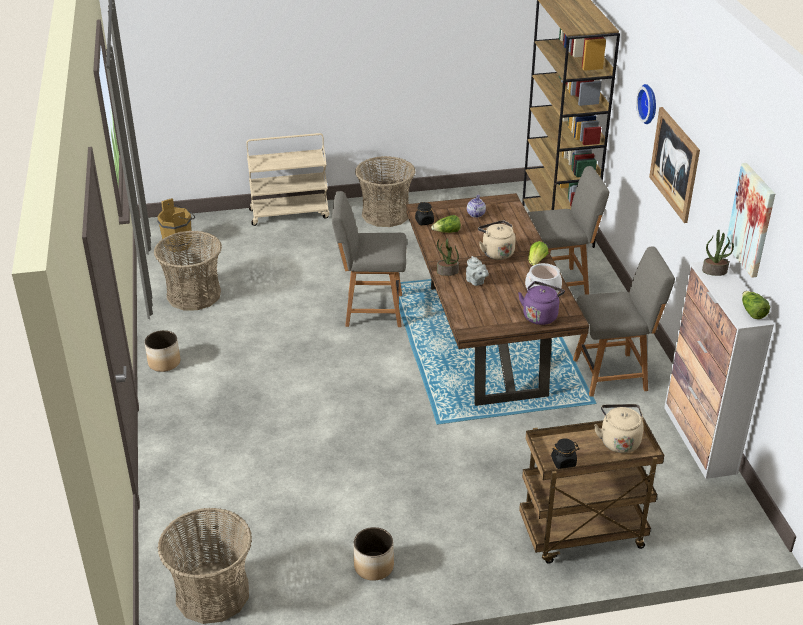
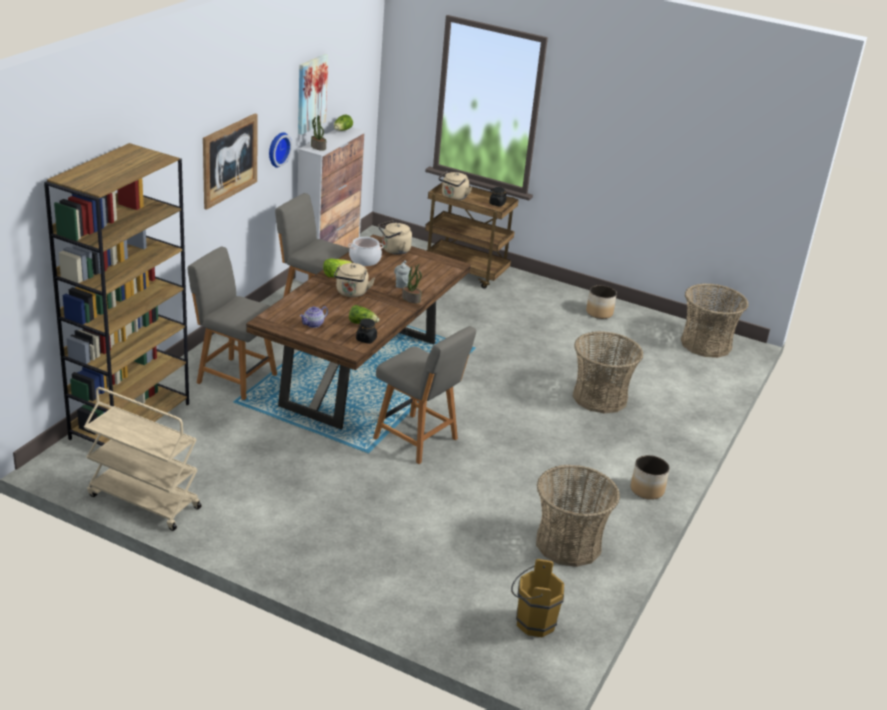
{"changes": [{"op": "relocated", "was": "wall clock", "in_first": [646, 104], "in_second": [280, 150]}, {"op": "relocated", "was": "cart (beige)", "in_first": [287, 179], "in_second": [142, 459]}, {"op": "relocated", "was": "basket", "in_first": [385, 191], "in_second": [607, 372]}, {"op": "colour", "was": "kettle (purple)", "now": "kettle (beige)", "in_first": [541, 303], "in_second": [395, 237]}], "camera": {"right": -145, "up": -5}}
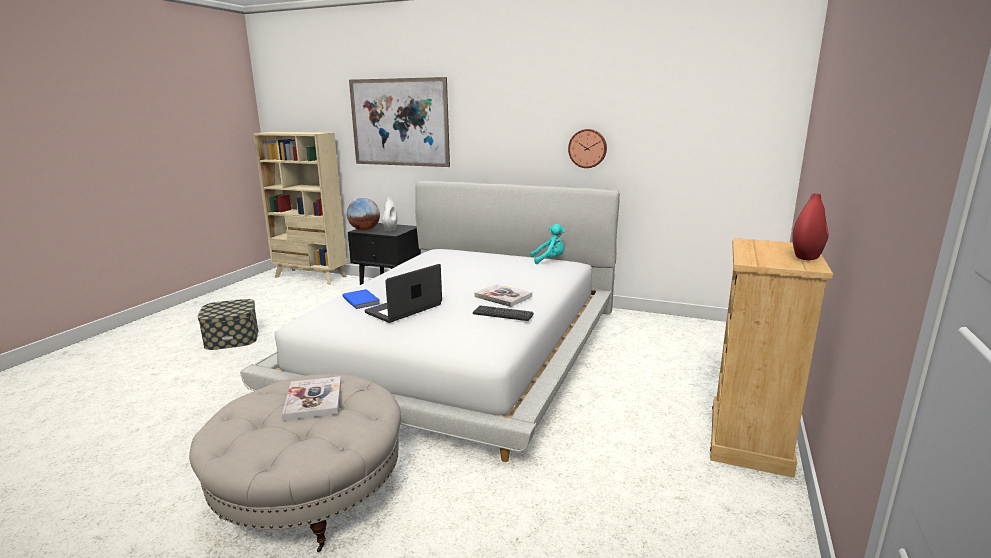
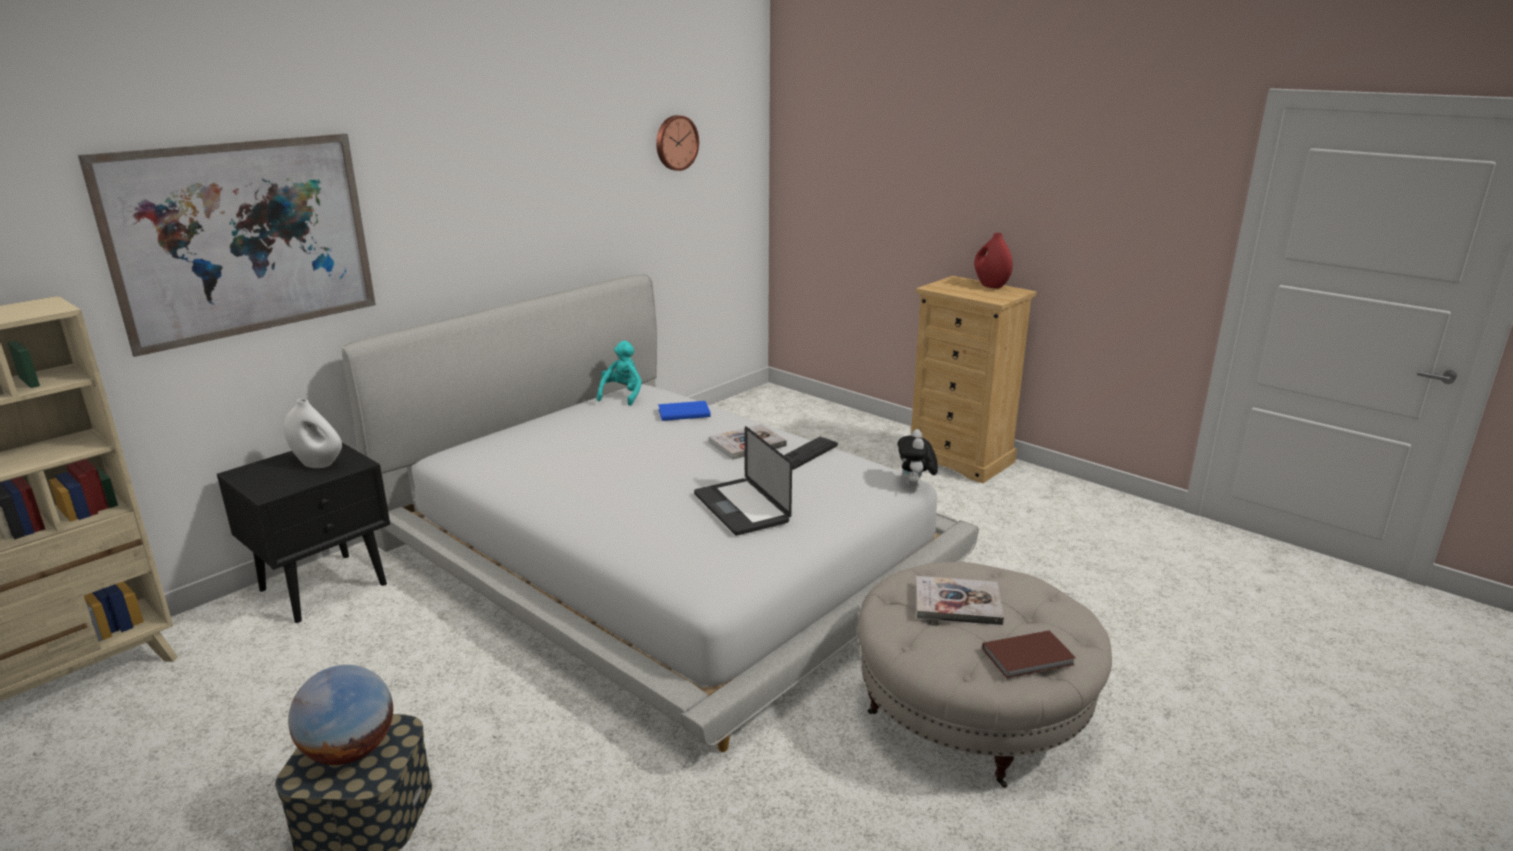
{"changes": [{"op": "relocated", "was": "wall clock", "in_first": [587, 148], "in_second": [677, 143]}, {"op": "relocated", "was": "globe", "in_first": [363, 214], "in_second": [340, 715]}, {"op": "relocated", "was": "book (blue)", "in_first": [361, 299], "in_second": [684, 411]}, {"op": "appeared", "now": "plush toy", "in_second": [918, 458]}, {"op": "appeared", "now": "book (brown)", "in_second": [1029, 654]}], "camera": {"right": -70, "up": 5}}
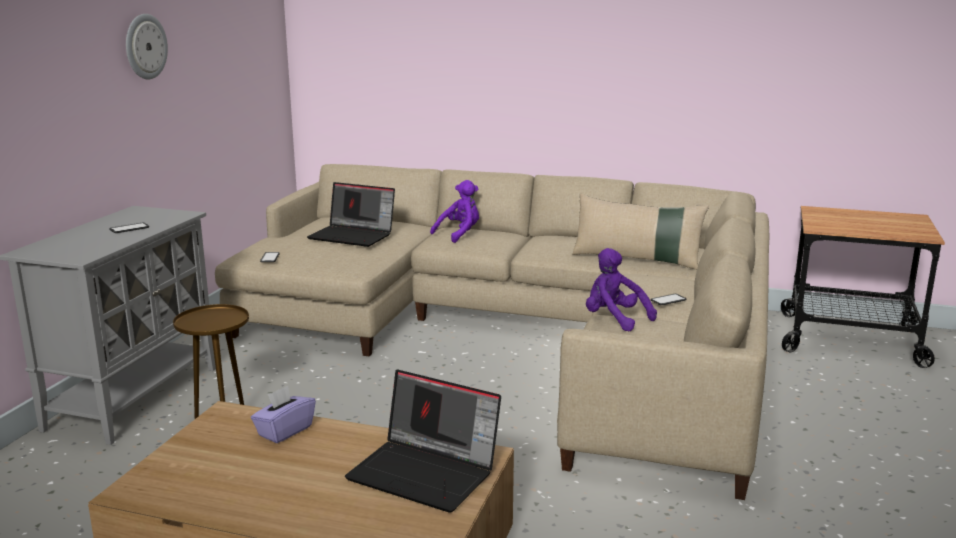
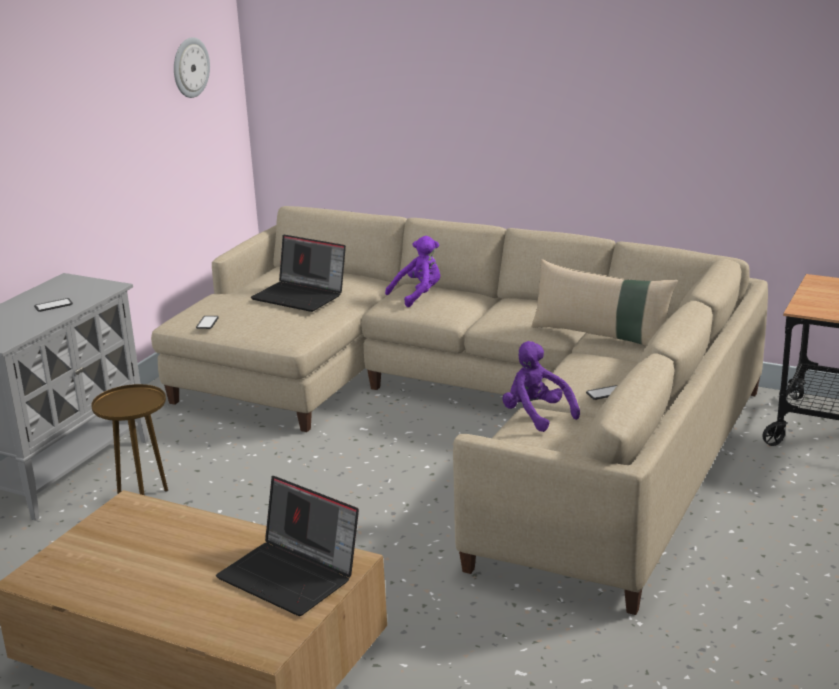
{"changes": [{"op": "relocated", "was": "wall clock", "in_first": [147, 47], "in_second": [192, 67]}, {"op": "missing", "was": "tissue box (purple)", "in_first": [283, 414]}], "camera": {"right": 10, "up": 5}}
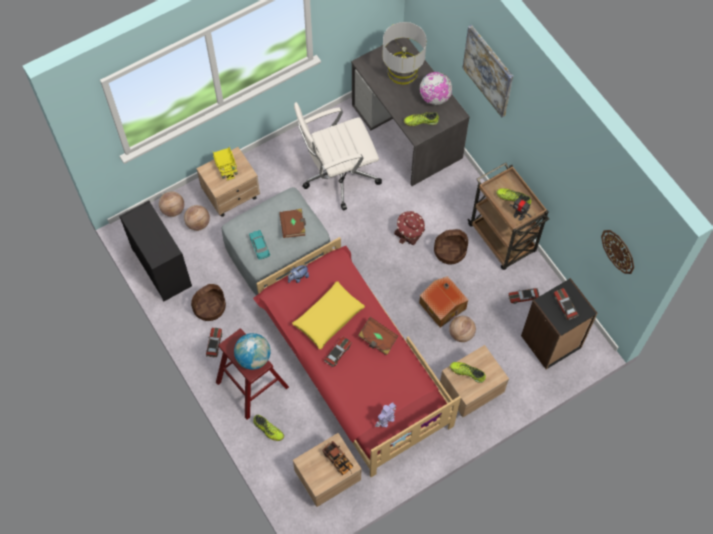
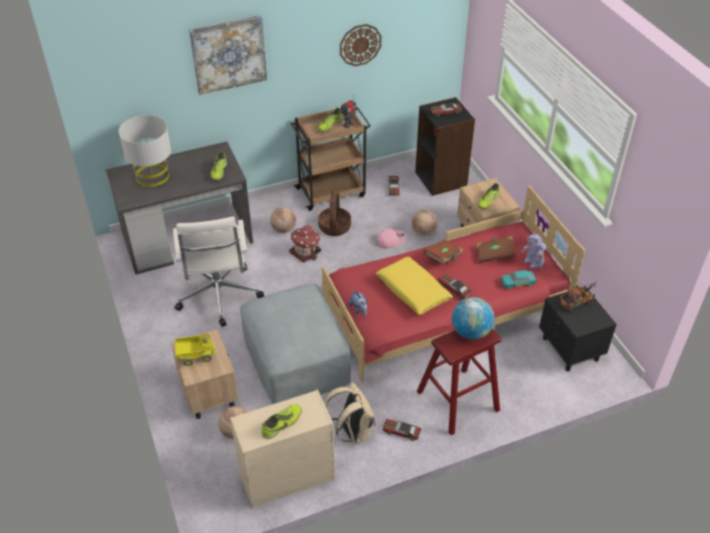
{"changes": [{"op": "missing", "was": "globe", "in_first": [436, 88]}, {"op": "relocated", "was": "basketball", "in_first": [171, 204], "in_second": [283, 220]}, {"op": "colour", "was": "dresser (black)", "now": "dresser (beige)", "in_first": [155, 251], "in_second": [282, 449]}, {"op": "relocated", "was": "book (brown)", "in_first": [292, 223], "in_second": [495, 249]}, {"op": "relocated", "was": "toy car (turquoise)", "in_first": [259, 245], "in_second": [519, 279]}, {"op": "relocated", "was": "wall clock", "in_first": [617, 252], "in_second": [361, 45]}, {"op": "exchanged", "was": "toy house", "now": "cap (pink)", "in_first": [444, 302], "in_second": [391, 239]}, {"op": "exchanged", "was": "basket", "now": "backpack (beige)", "in_first": [208, 302], "in_second": [350, 413]}, {"op": "relocated", "was": "shoe", "in_first": [268, 428], "in_second": [281, 421]}, {"op": "colour", "was": "nightstand (beige)", "now": "nightstand (black)", "in_first": [327, 470], "in_second": [578, 329]}], "camera": {"right": -80, "up": -20}}
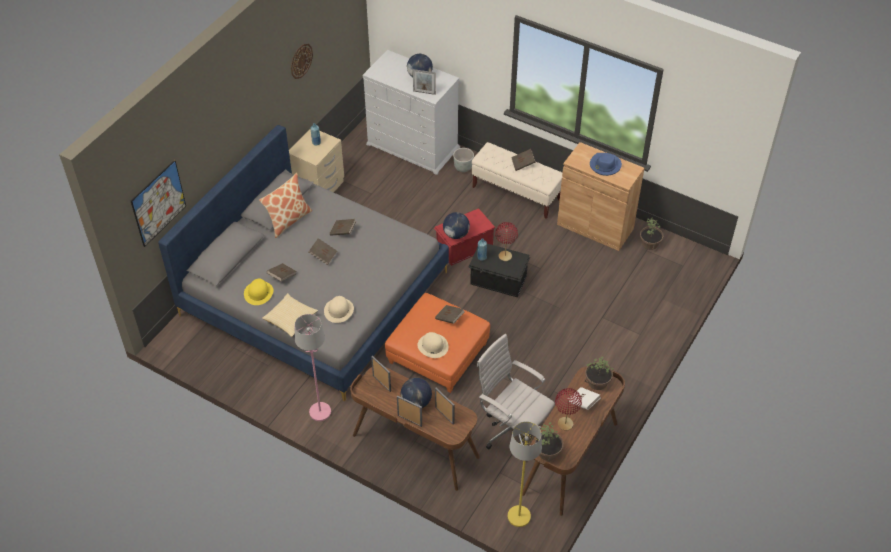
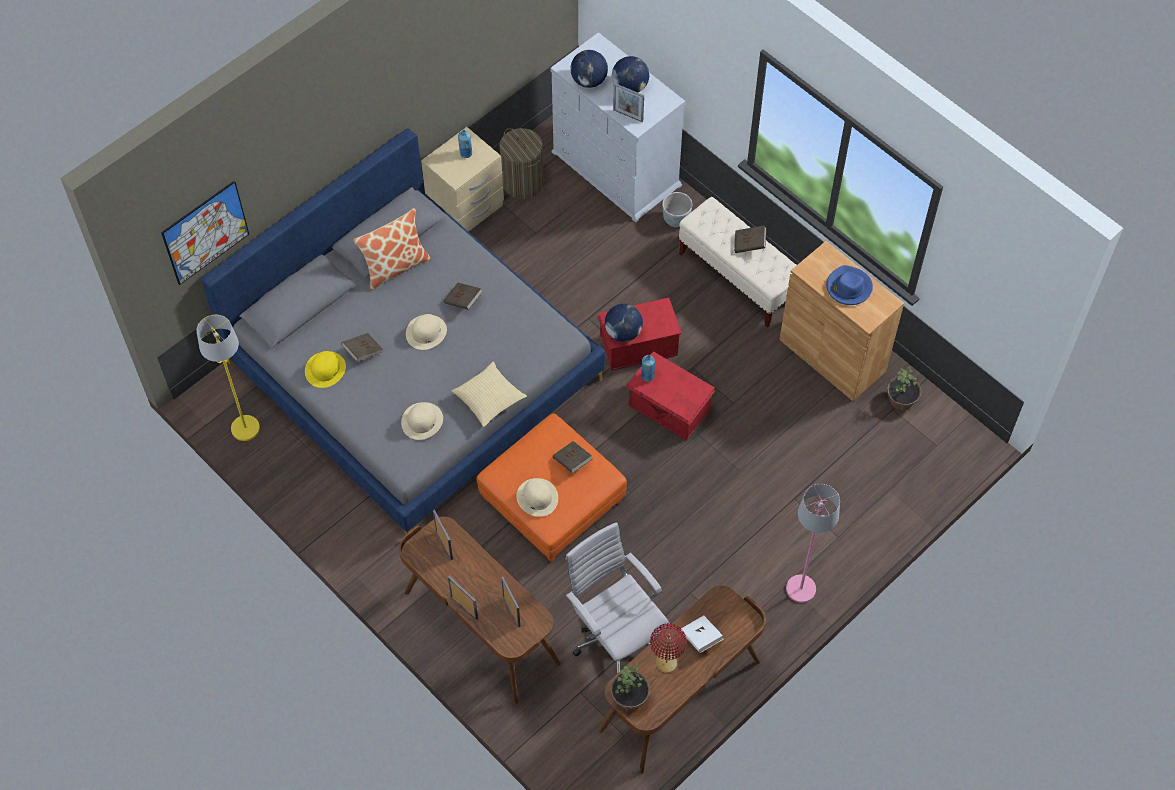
{"changes": [{"op": "missing", "was": "wall clock", "in_first": [302, 61]}, {"op": "missing", "was": "table lamp (red)", "in_first": [506, 241]}, {"op": "exchanged", "was": "book (brown)", "now": "hat (beige)", "in_first": [323, 251], "in_second": [426, 332]}, {"op": "colour", "was": "storage box (black)", "now": "storage box (red)", "in_first": [499, 271], "in_second": [670, 396]}, {"op": "relocated", "was": "pillow", "in_first": [290, 315], "in_second": [489, 394]}, {"op": "relocated", "was": "floor lamp (pink)", "in_first": [313, 367], "in_second": [813, 543]}, {"op": "missing", "was": "potted plant", "in_first": [599, 373]}, {"op": "relocated", "was": "globe", "in_first": [416, 393], "in_second": [589, 69]}, {"op": "relocated", "was": "floor lamp (yellow)", "in_first": [525, 474], "in_second": [228, 378]}, {"op": "appeared", "now": "laundry basket", "in_second": [521, 163]}], "camera": {"right": 15, "up": 10}}
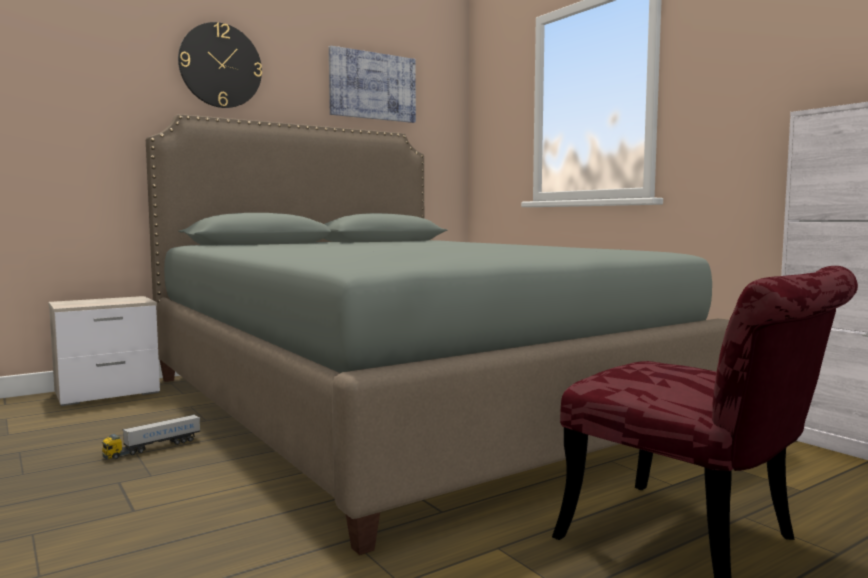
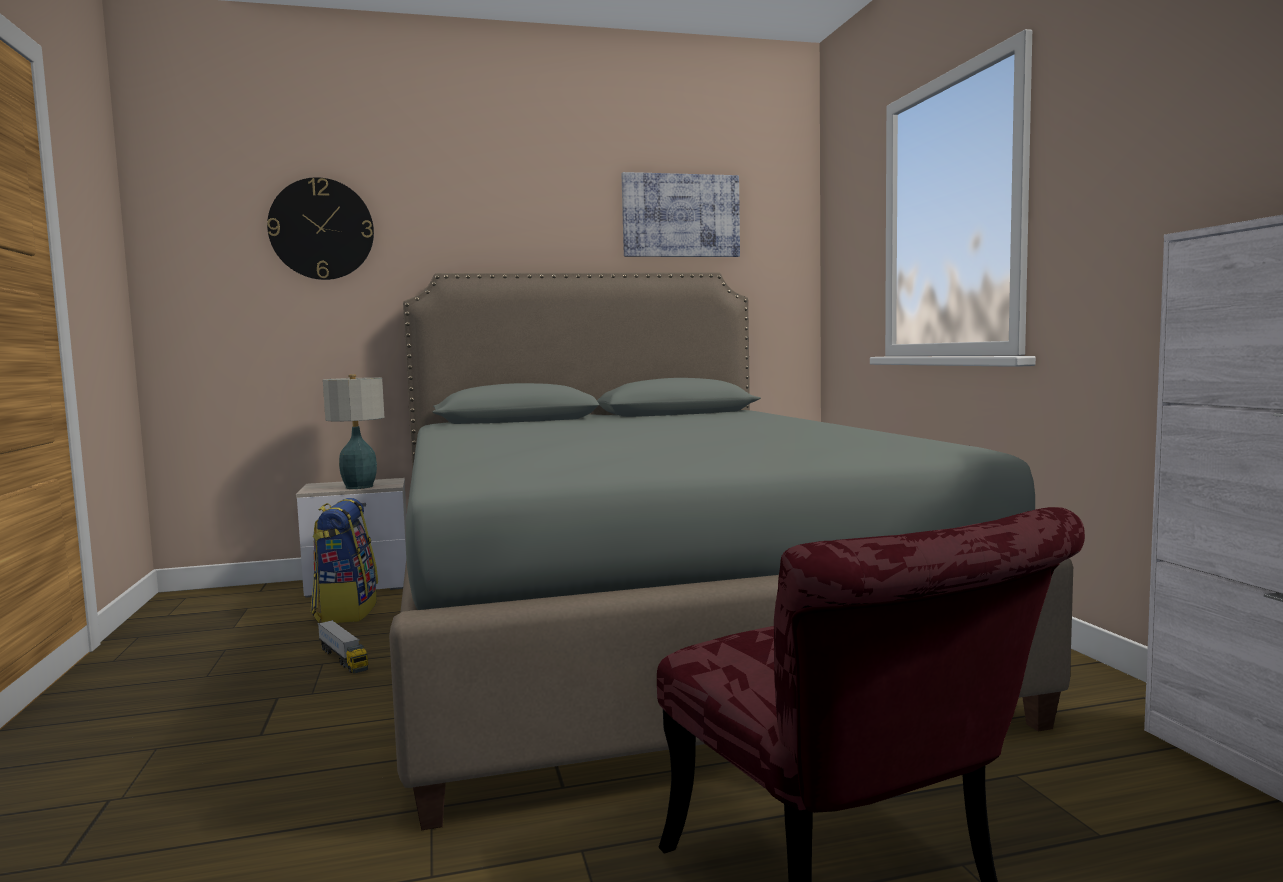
{"changes": [{"op": "relocated", "was": "wall clock", "in_first": [220, 65], "in_second": [320, 228]}, {"op": "spun", "was": "toy truck", "in_first": [151, 436], "in_second": [343, 646], "clockwise": -105}, {"op": "appeared", "now": "table lamp", "in_second": [353, 431]}, {"op": "appeared", "now": "backpack", "in_second": [344, 560]}], "camera": {"right": 20, "up": 0}}
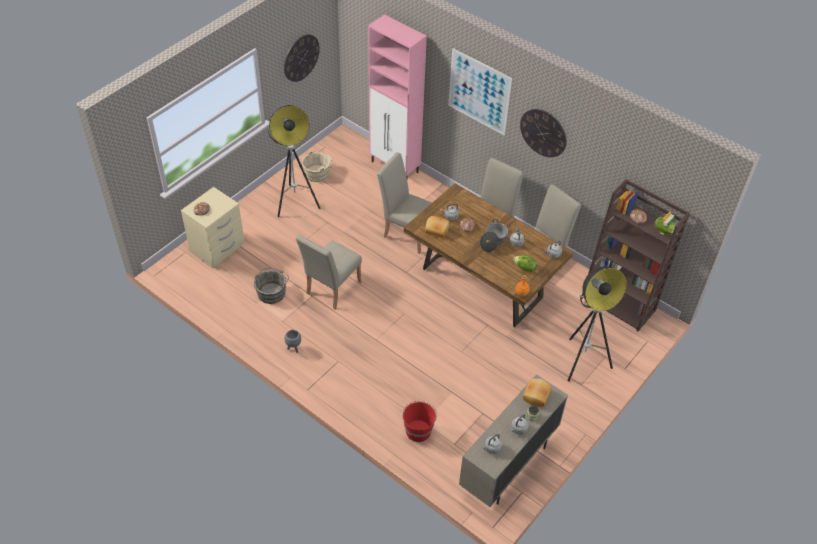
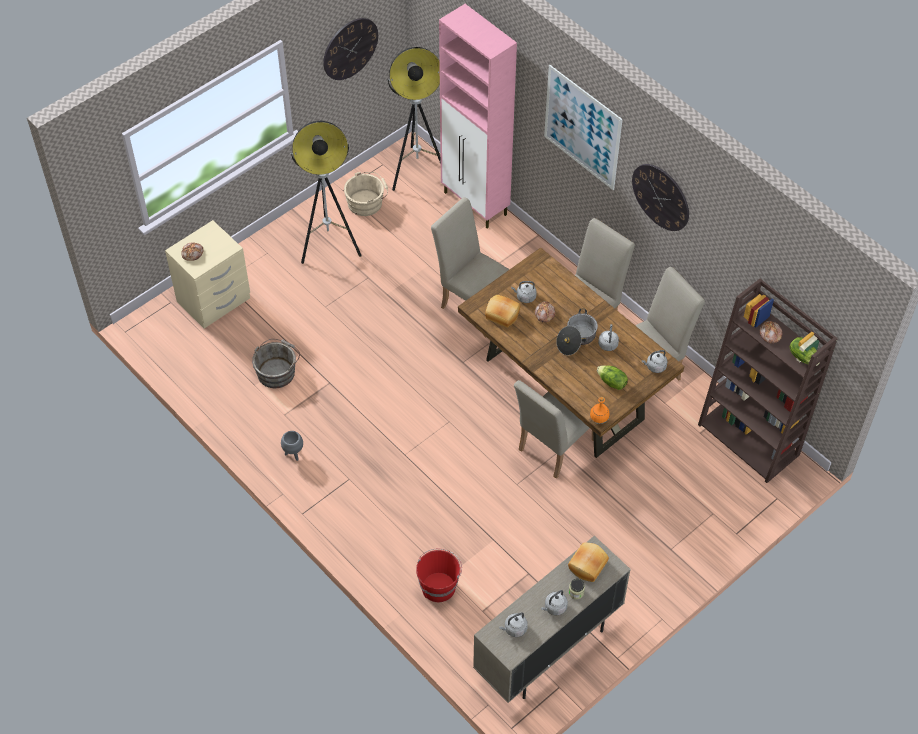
{"changes": [{"op": "relocated", "was": "chair (beige)", "in_first": [328, 272], "in_second": [554, 429]}, {"op": "relocated", "was": "floor lamp", "in_first": [597, 323], "in_second": [414, 119]}], "camera": {"right": 10, "up": 5}}
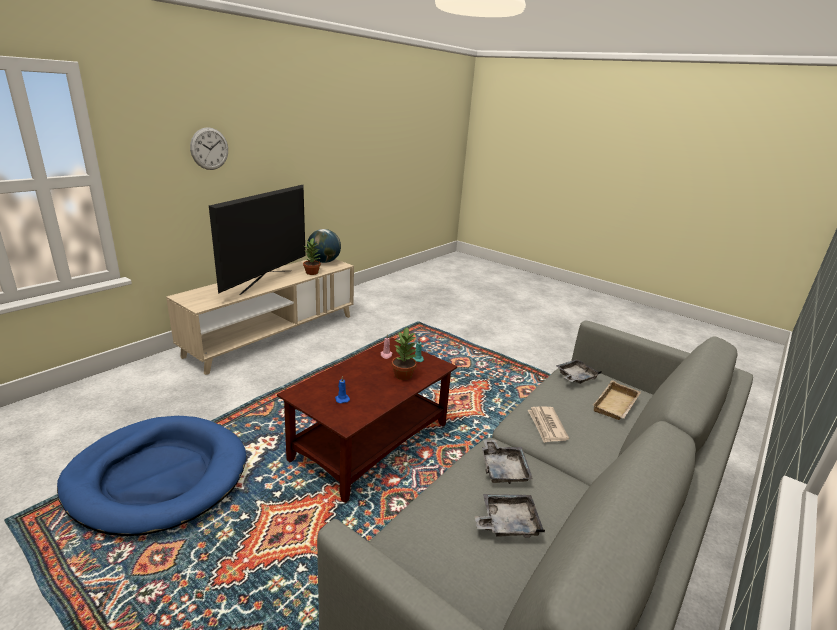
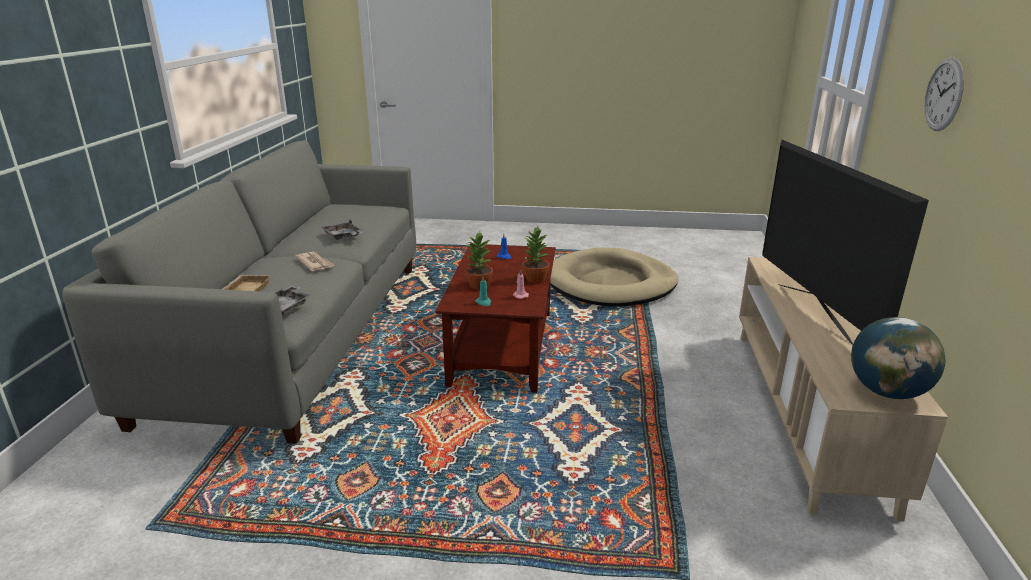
{"changes": [{"op": "relocated", "was": "potted plant", "in_first": [312, 256], "in_second": [536, 255]}, {"op": "colour", "was": "dog bed (blue)", "now": "dog bed (beige)", "in_first": [151, 476], "in_second": [614, 276]}, {"op": "missing", "was": "tray (grey)", "in_first": [510, 516]}], "camera": {"right": 150, "up": 0}}
